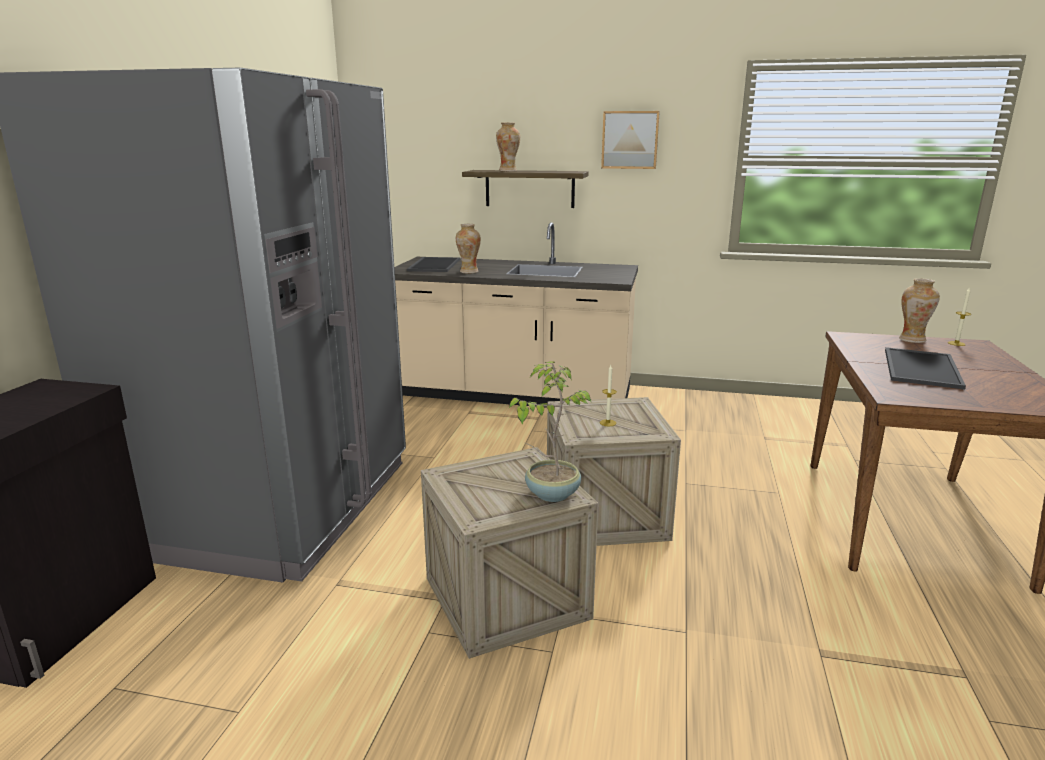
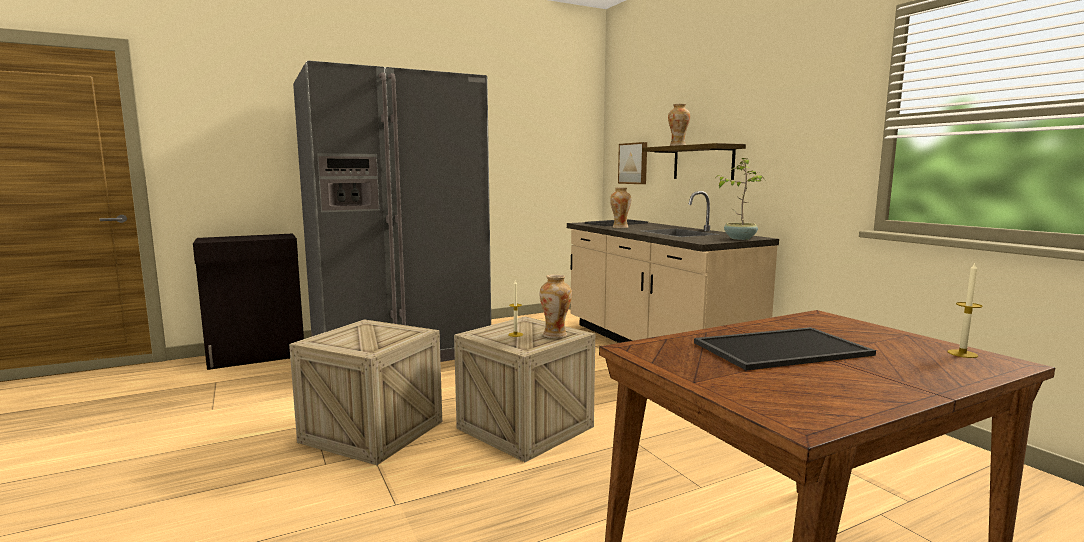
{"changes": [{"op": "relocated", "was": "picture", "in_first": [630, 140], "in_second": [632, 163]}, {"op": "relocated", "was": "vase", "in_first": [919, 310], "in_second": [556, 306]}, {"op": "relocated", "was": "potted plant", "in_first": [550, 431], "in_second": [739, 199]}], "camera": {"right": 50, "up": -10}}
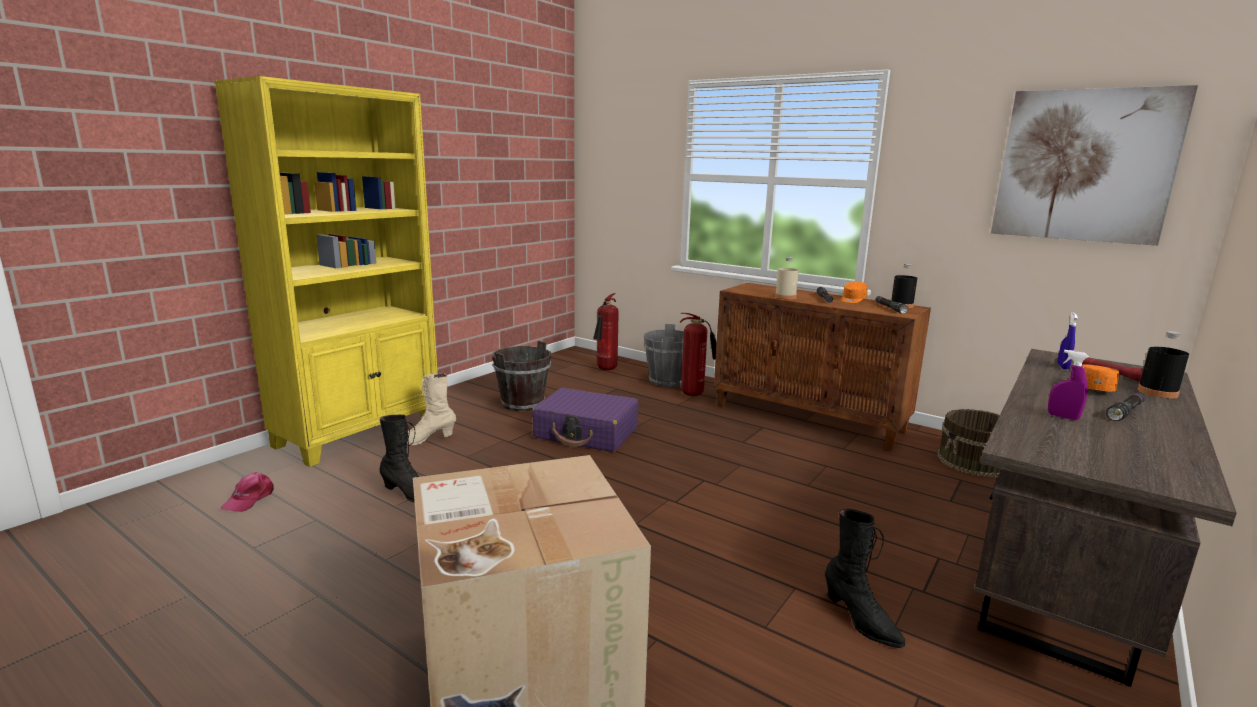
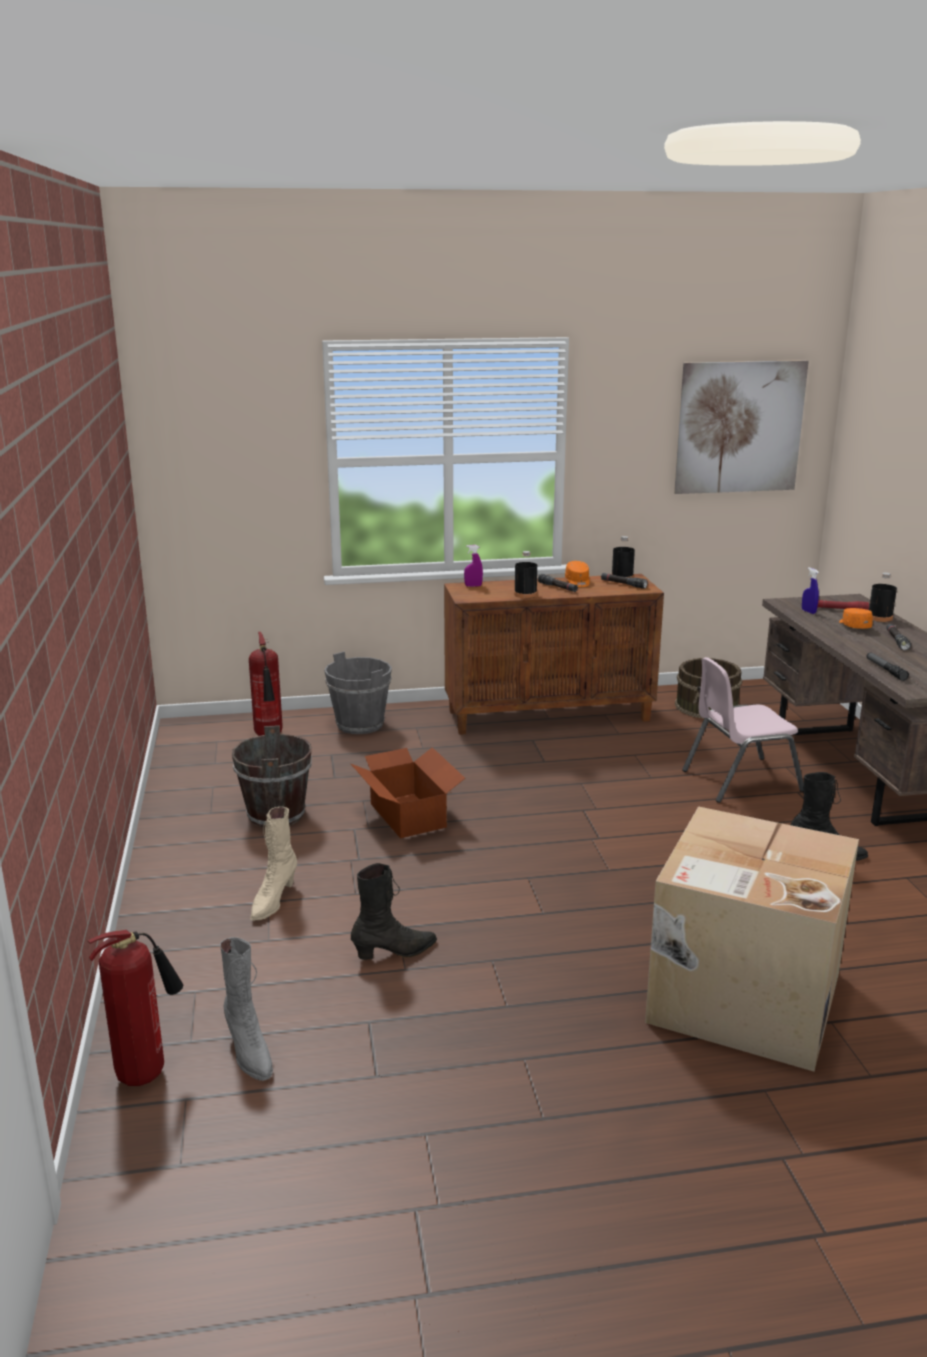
{"changes": [{"op": "missing", "was": "bookcase (yellow)", "in_first": [326, 271]}, {"op": "colour", "was": "bottle (beige)", "now": "bottle (black)", "in_first": [787, 278], "in_second": [525, 574]}, {"op": "relocated", "was": "fire extinguisher", "in_first": [698, 354], "in_second": [135, 1008]}, {"op": "relocated", "was": "spray bottle (purple)", "in_first": [1068, 385], "in_second": [473, 566]}, {"op": "exchanged", "was": "suitcase (purple)", "now": "cardboard box", "in_first": [585, 419], "in_second": [407, 792]}, {"op": "exchanged", "was": "cap (pink)", "now": "boot (grey)", "in_first": [247, 492], "in_second": [246, 1009]}, {"op": "appeared", "now": "flashlight", "in_second": [888, 666]}, {"op": "appeared", "now": "chair (pink)", "in_second": [743, 730]}], "camera": {"right": -45, "up": 5}}
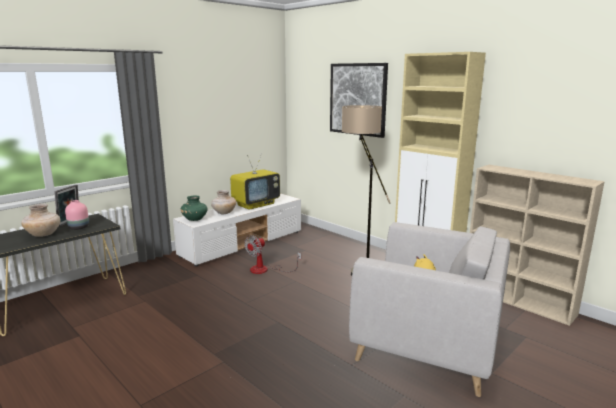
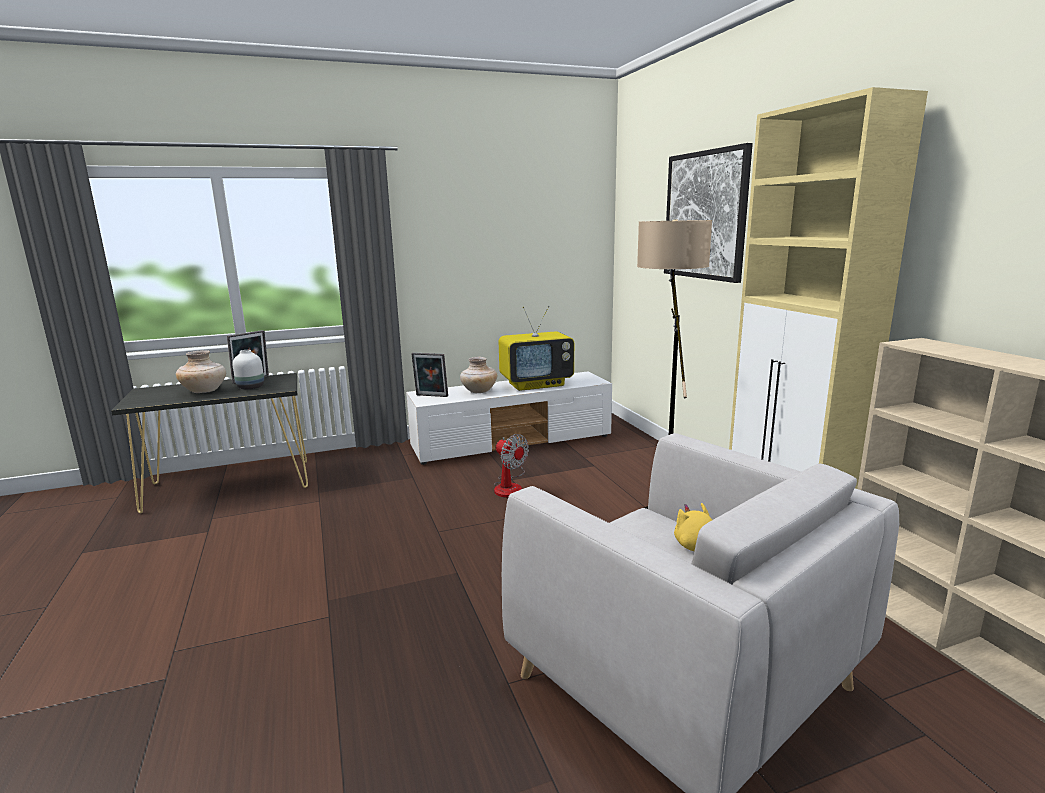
{"changes": [{"op": "exchanged", "was": "vase (green)", "now": "picture frame", "in_first": [194, 208], "in_second": [430, 375]}, {"op": "colour", "was": "vase (pink)", "now": "vase (white)", "in_first": [77, 215], "in_second": [248, 370]}, {"op": "spun", "was": "fan", "in_first": [272, 254], "in_second": [511, 466], "clockwise": -105}], "camera": {"right": 25, "up": 0}}
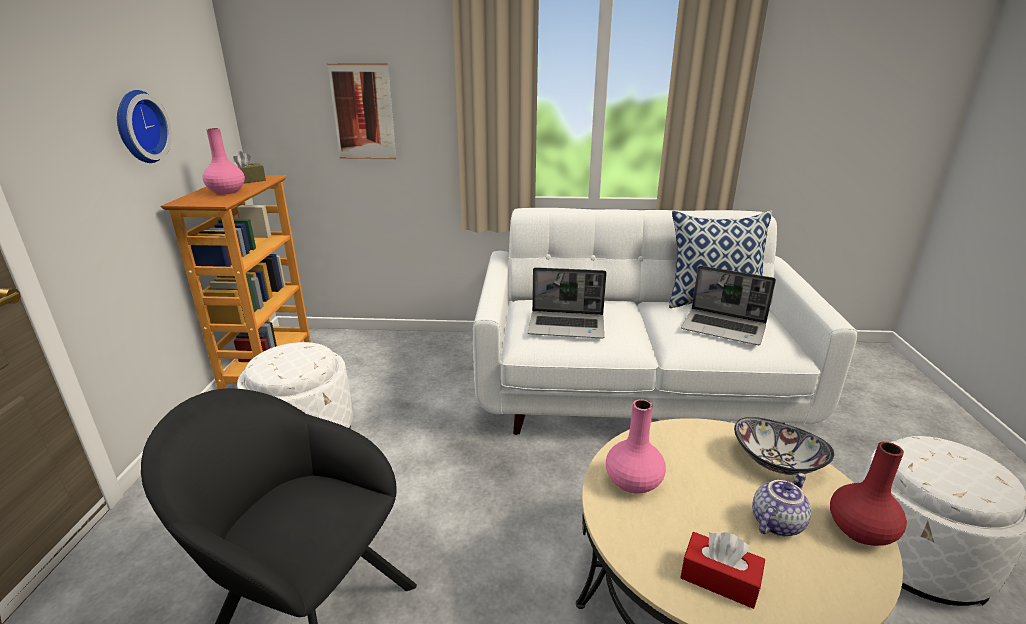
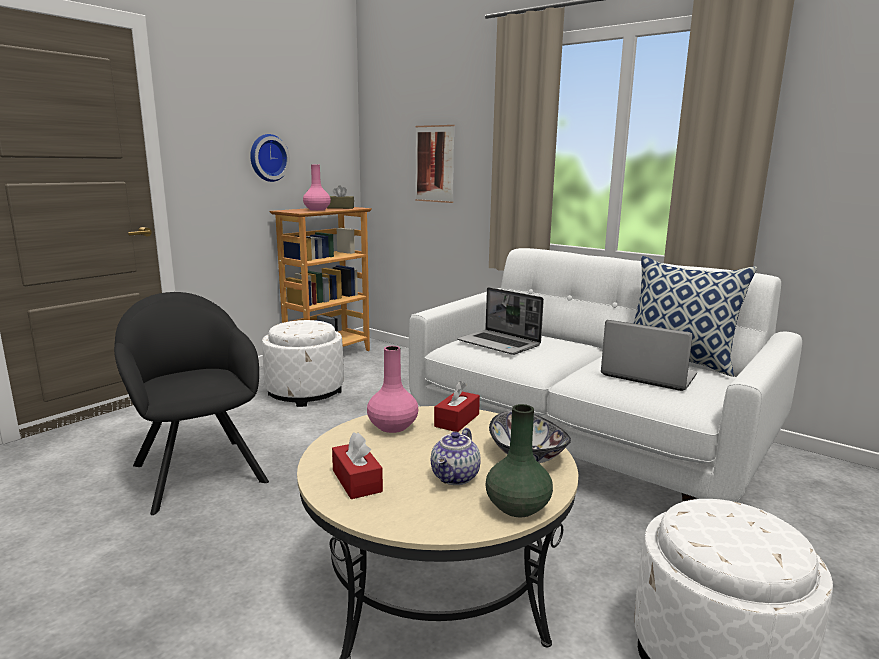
{"changes": [{"op": "spun", "was": "laptop", "in_first": [728, 305], "in_second": [649, 355], "clockwise": 150}, {"op": "colour", "was": "vase (red)", "now": "vase (green)", "in_first": [868, 494], "in_second": [519, 460]}, {"op": "spun", "was": "teapot", "in_first": [781, 504], "in_second": [456, 456], "clockwise": 120}, {"op": "appeared", "now": "tissue box (red)", "in_second": [457, 406]}], "camera": {"right": 35, "up": -10}}
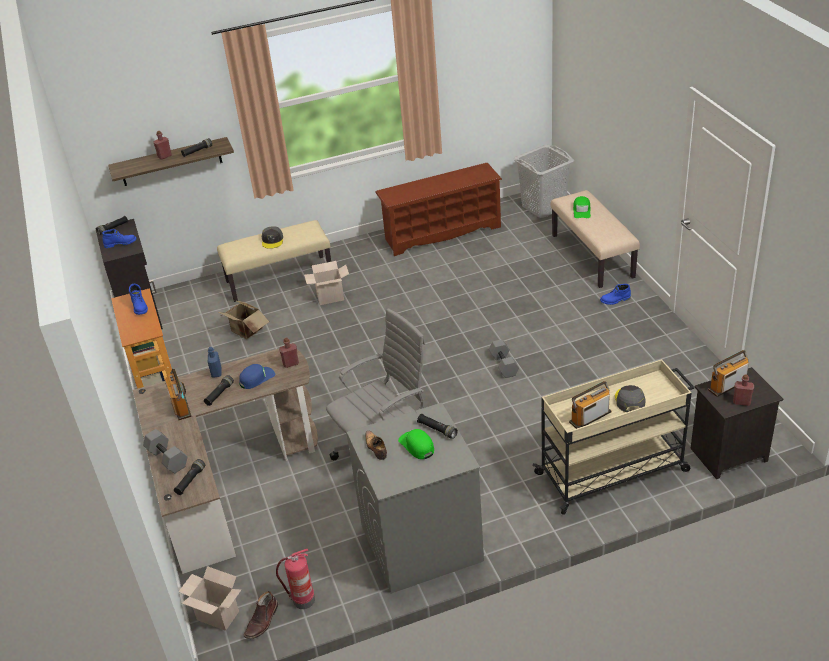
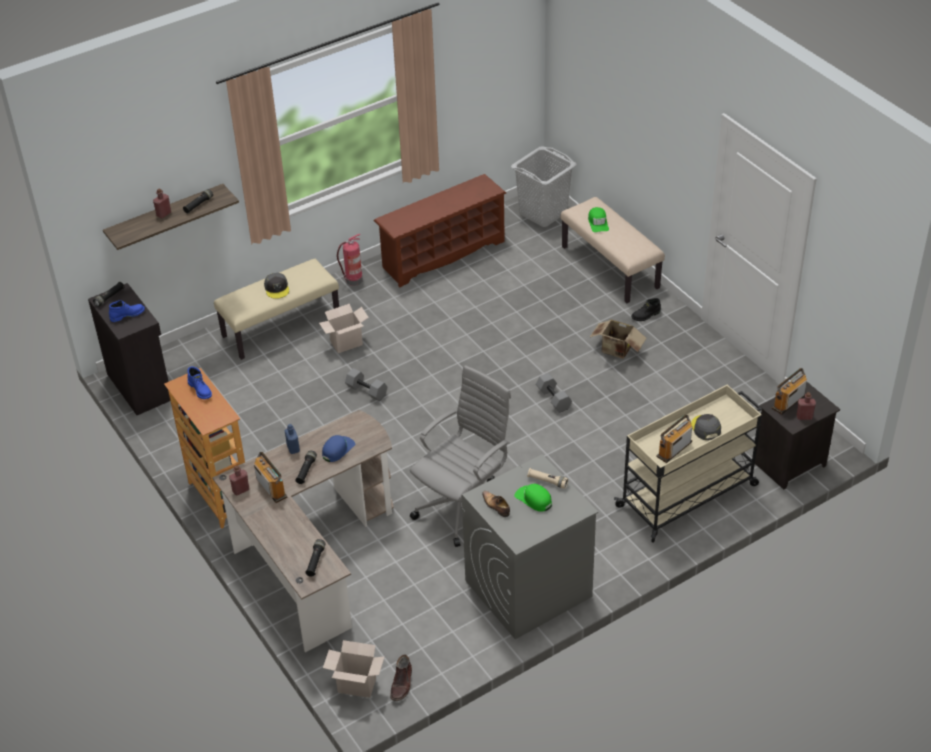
{"changes": [{"op": "colour", "was": "boot (blue)", "now": "boot (black)", "in_first": [615, 294], "in_second": [646, 309]}, {"op": "relocated", "was": "cardboard box", "in_first": [244, 319], "in_second": [618, 339]}, {"op": "relocated", "was": "bottle (red)", "in_first": [289, 353], "in_second": [239, 480]}, {"op": "colour", "was": "flashlight (black)", "now": "flashlight (beige)", "in_first": [437, 426], "in_second": [547, 478]}, {"op": "relocated", "was": "dumbbell (grey)", "in_first": [165, 451], "in_second": [366, 384]}, {"op": "relocated", "was": "fire extinguisher", "in_first": [295, 579], "in_second": [350, 260]}], "camera": {"right": -15, "up": 5}}
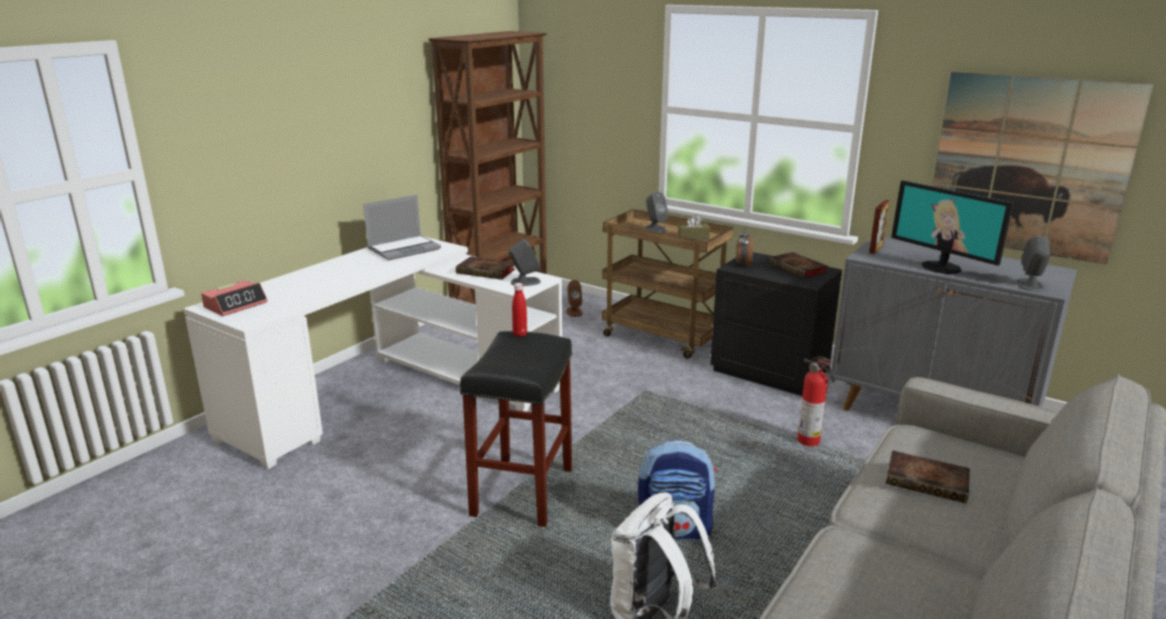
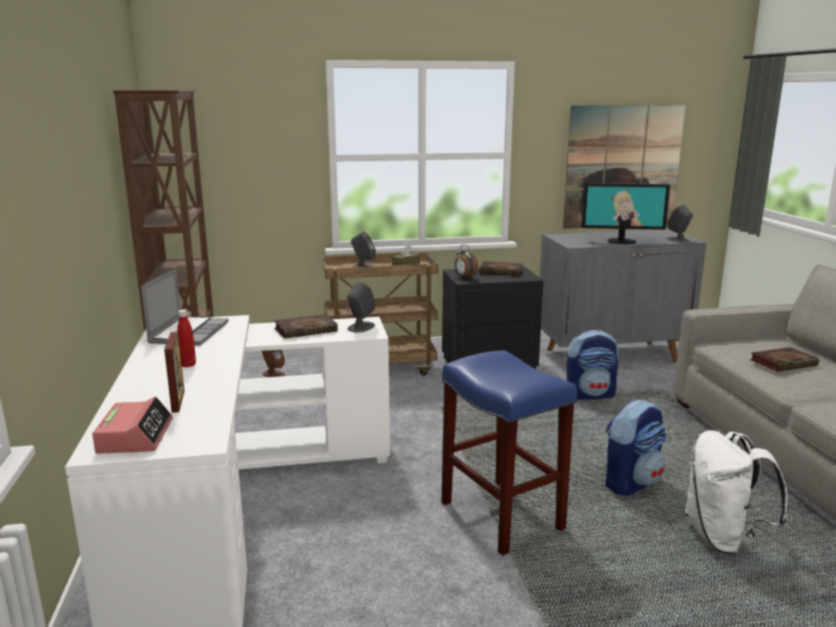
{"changes": [{"op": "relocated", "was": "picture frame", "in_first": [879, 227], "in_second": [174, 372]}, {"op": "relocated", "was": "bottle (red)", "in_first": [519, 310], "in_second": [186, 338]}, {"op": "colour", "was": "stool (black)", "now": "stool (blue)", "in_first": [516, 429], "in_second": [509, 453]}, {"op": "exchanged", "was": "fire extinguisher", "now": "backpack", "in_first": [816, 401], "in_second": [592, 365]}], "camera": {"right": -45, "up": -5}}
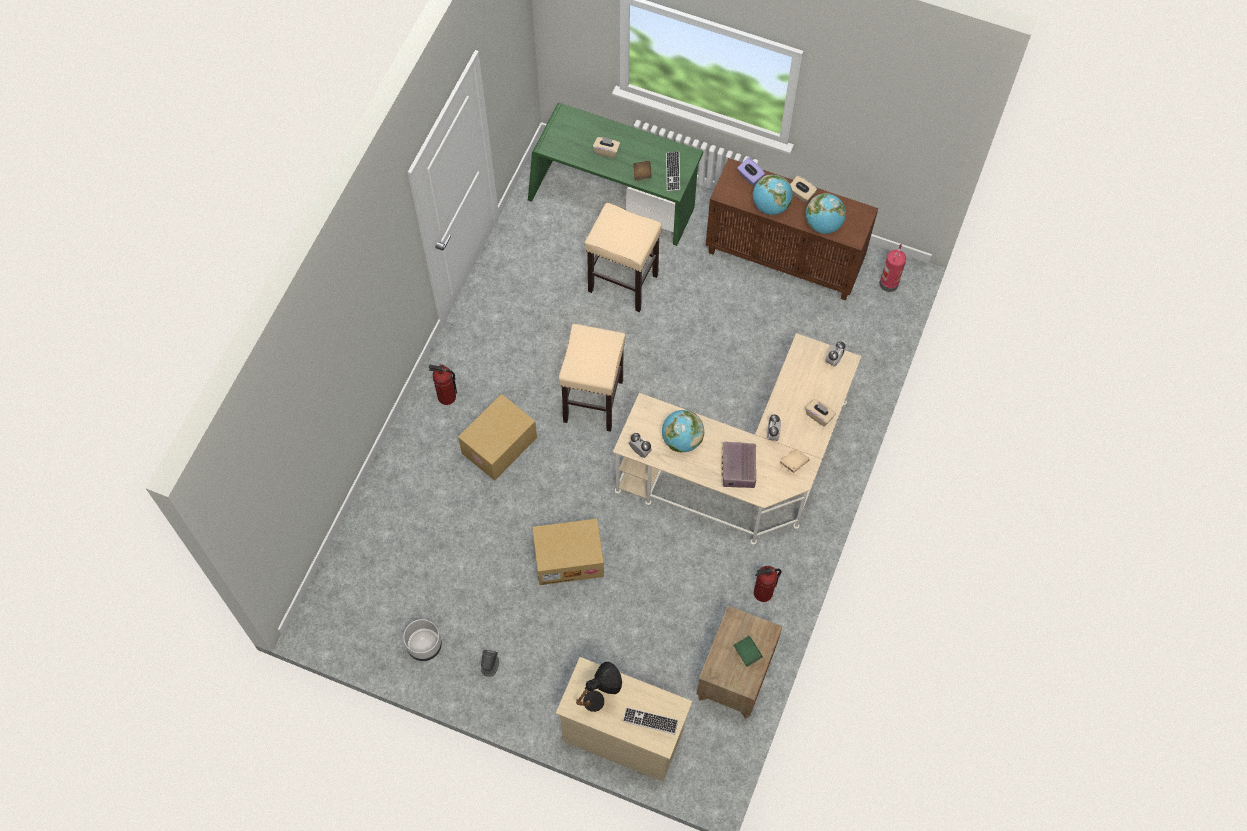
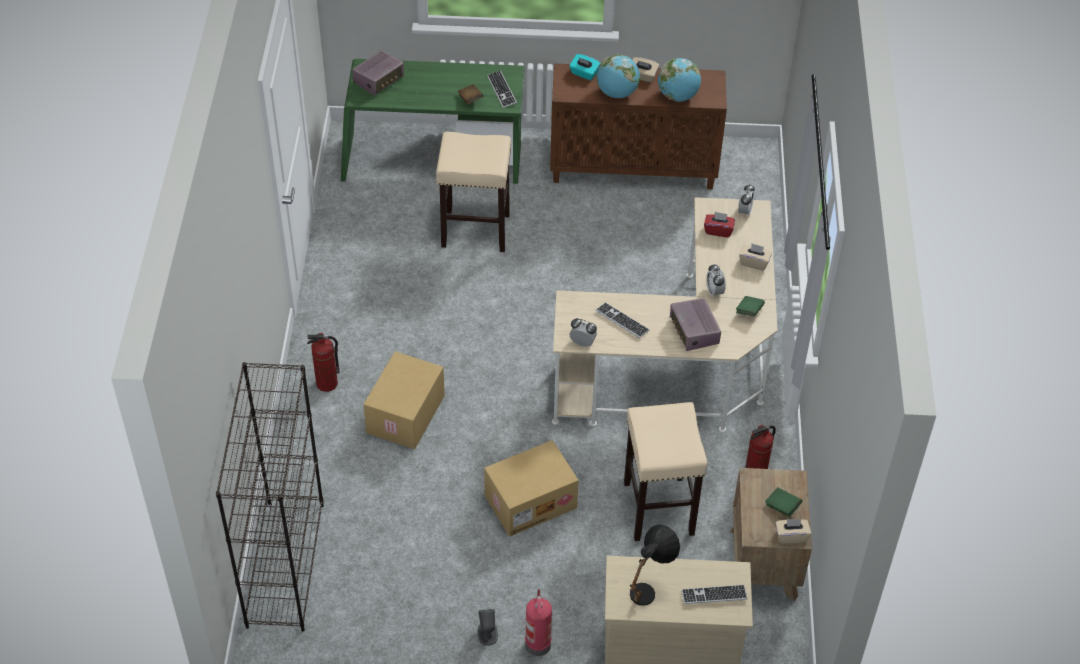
{"changes": [{"op": "relocated", "was": "tissue box (beige)", "in_first": [606, 147], "in_second": [793, 531]}, {"op": "colour", "was": "tissue box (purple)", "now": "tissue box (turquoise)", "in_first": [751, 172], "in_second": [585, 67]}, {"op": "relocated", "was": "fire extinguisher", "in_first": [892, 268], "in_second": [538, 622]}, {"op": "relocated", "was": "stool (beige)", "in_first": [592, 378], "in_second": [665, 471]}, {"op": "exchanged", "was": "globe", "now": "keyboard", "in_first": [683, 431], "in_second": [623, 320]}, {"op": "colour", "was": "book (beige)", "now": "book (green)", "in_first": [795, 461], "in_second": [750, 306]}, {"op": "missing", "was": "planter (grey)", "in_first": [422, 640]}, {"op": "appeared", "now": "radio", "in_second": [378, 73]}, {"op": "appeared", "now": "tissue box (red)", "in_second": [719, 224]}, {"op": "appeared", "now": "bookcase (black)", "in_second": [270, 496]}], "camera": {"right": -20, "up": -15}}
